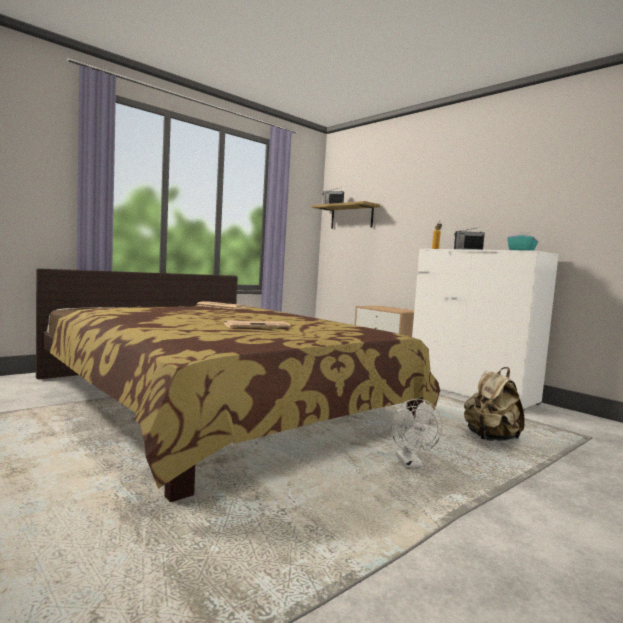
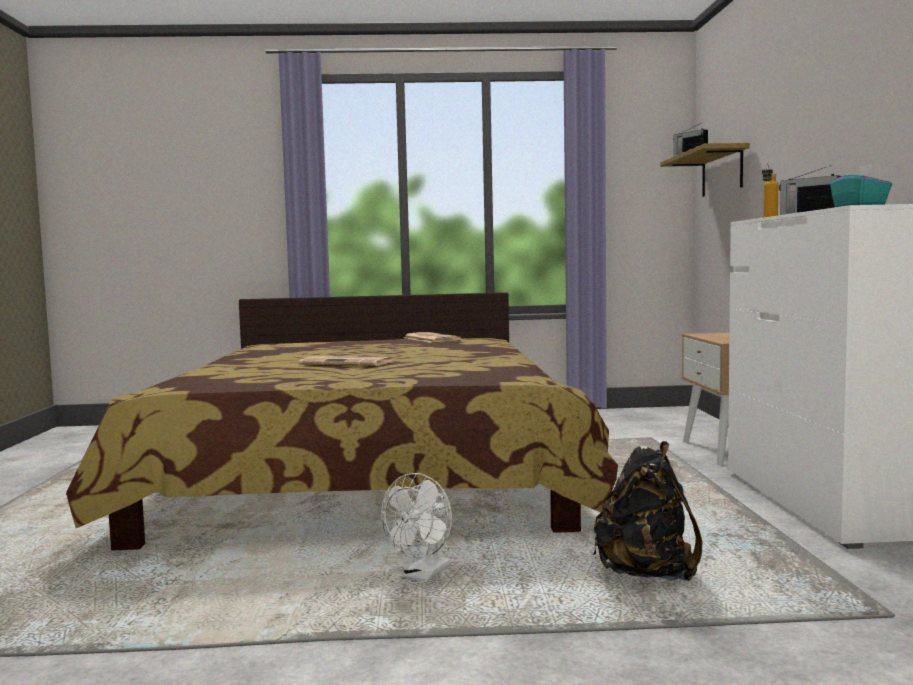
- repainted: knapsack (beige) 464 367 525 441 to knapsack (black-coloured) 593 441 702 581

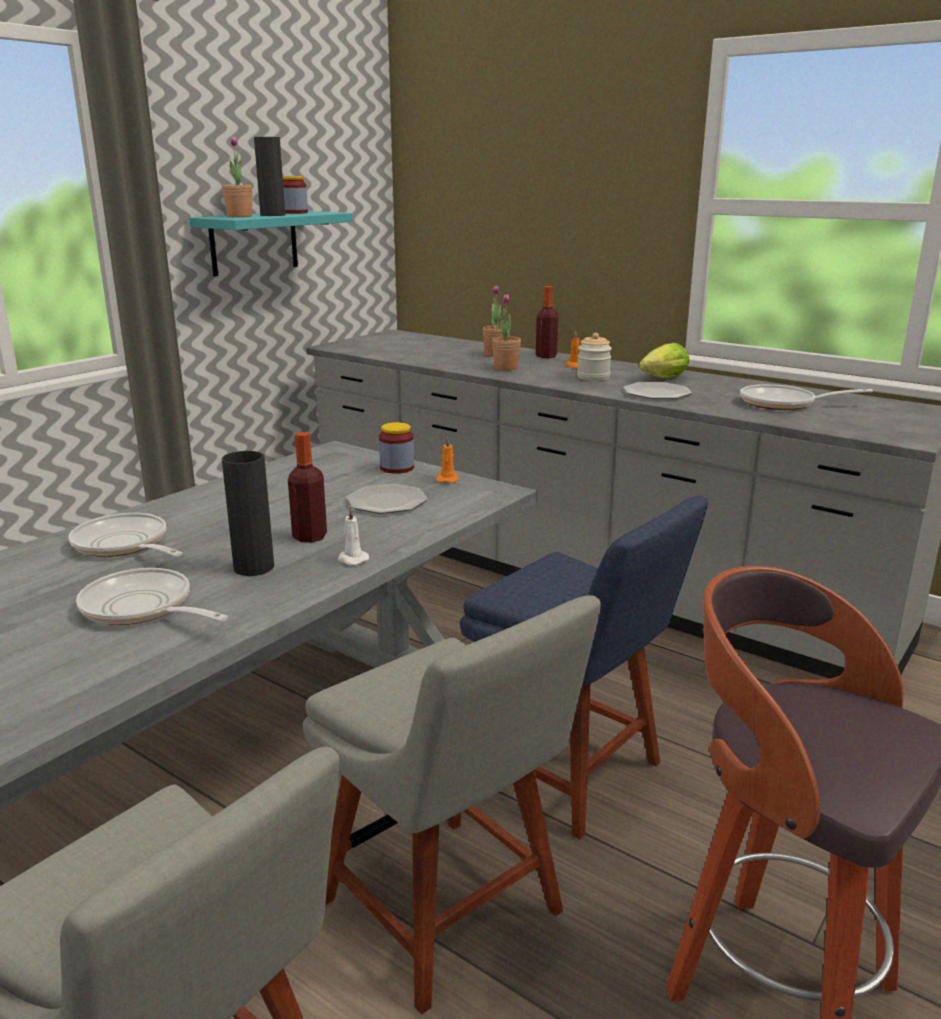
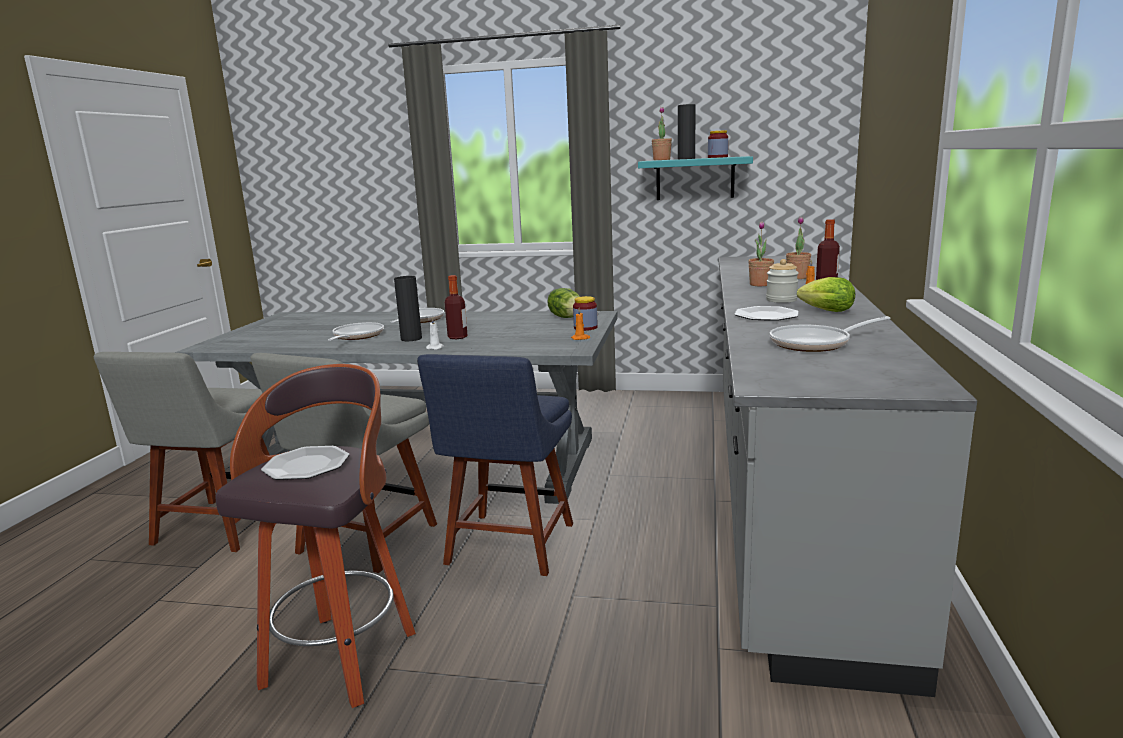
- rotated: pan 740 384 873 410 = 770 316 891 352 90 degrees counterclockwise
- shifted: dinner plate 346 484 428 514 to 261 446 349 480
- new: head of lettuce 547 288 580 318

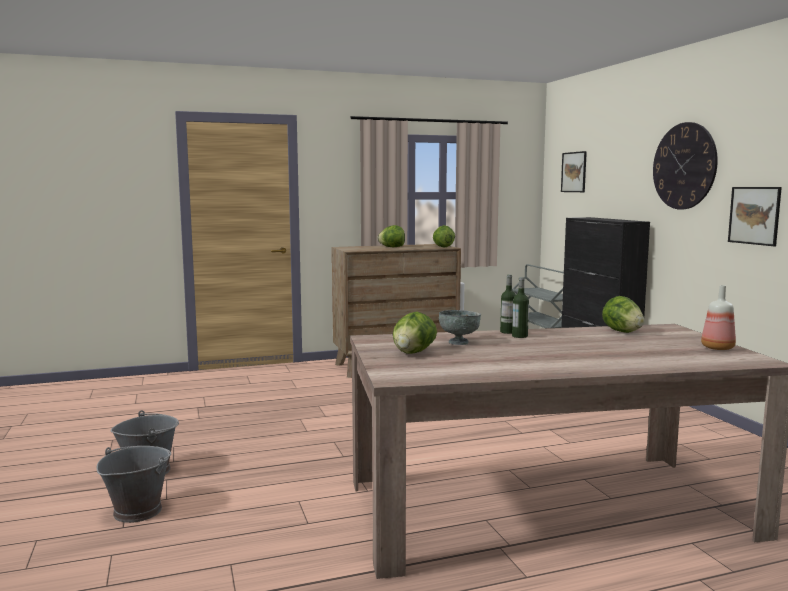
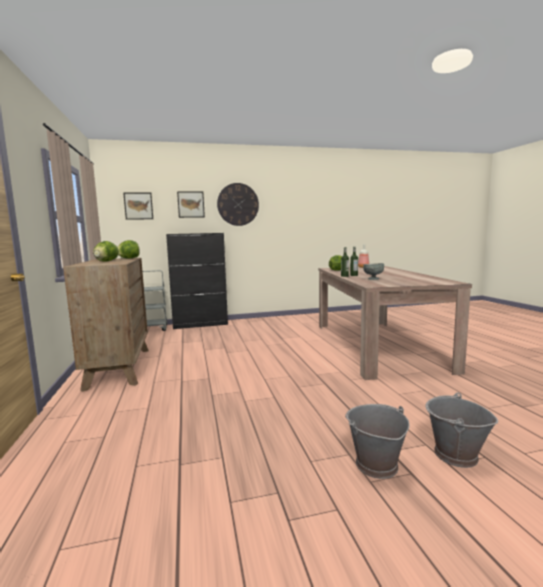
- shifted: wall art 728 187 782 246 to 177 191 205 218
- gone: head of lettuce 393 312 437 354

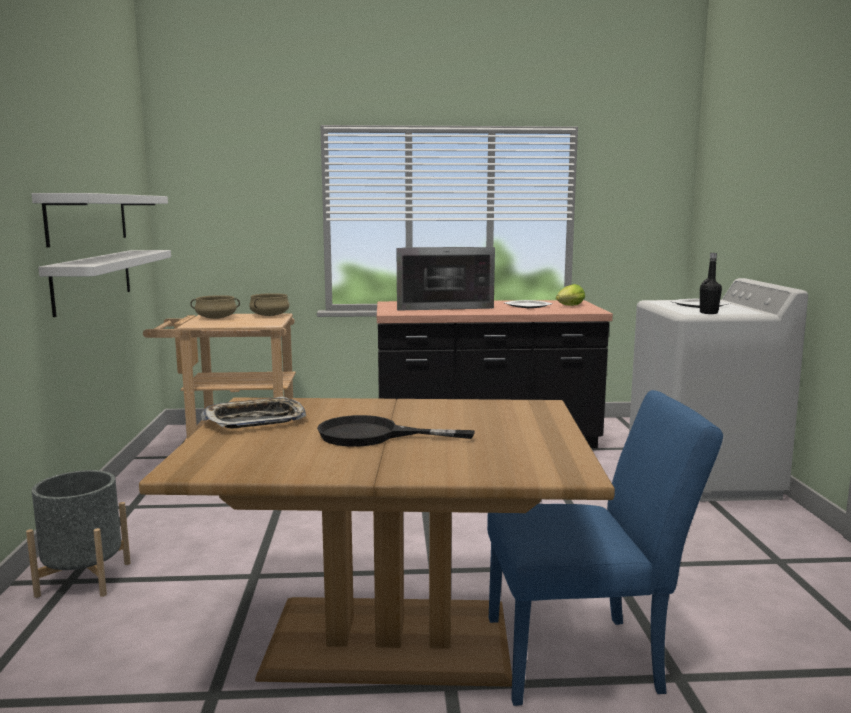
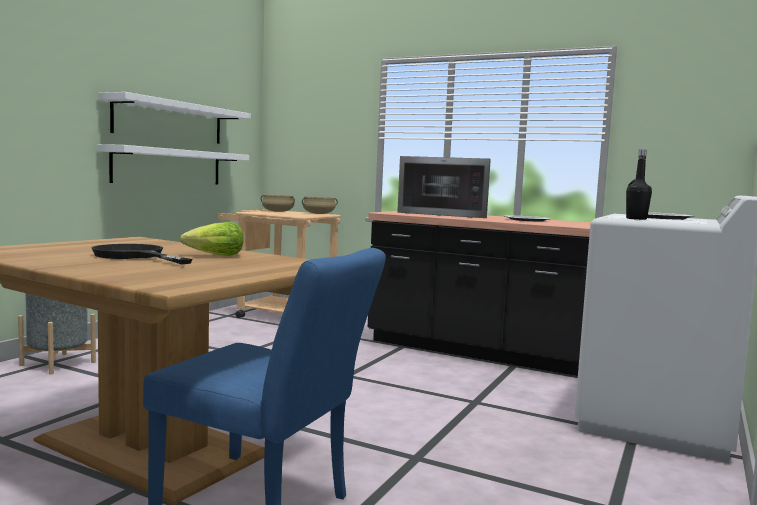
- shifted: head of lettuce 556 284 585 306 to 180 222 243 256
- gone: tray 200 397 306 428

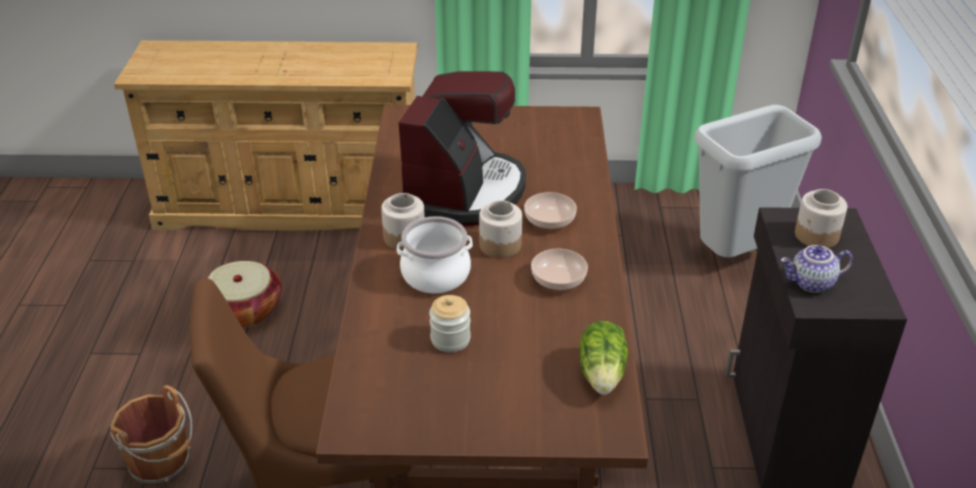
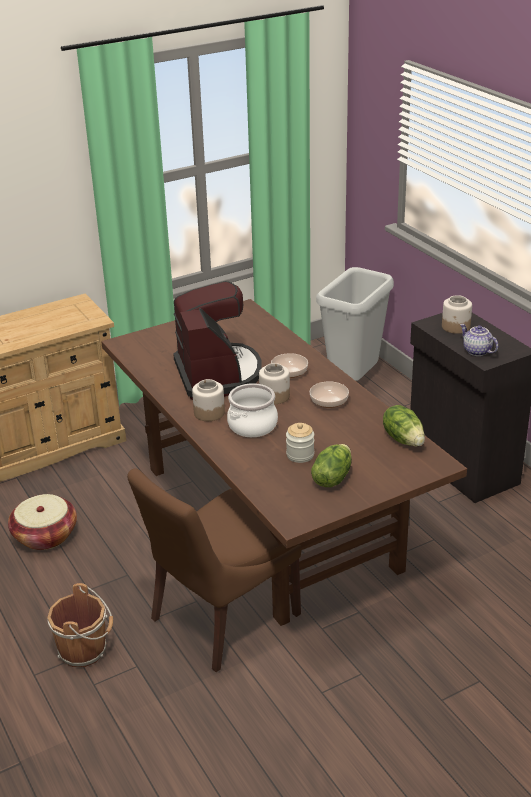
- rotated: pot for tea 781 245 853 293 = 460 324 498 356 90 degrees clockwise
- new: head of lettuce 311 444 352 487

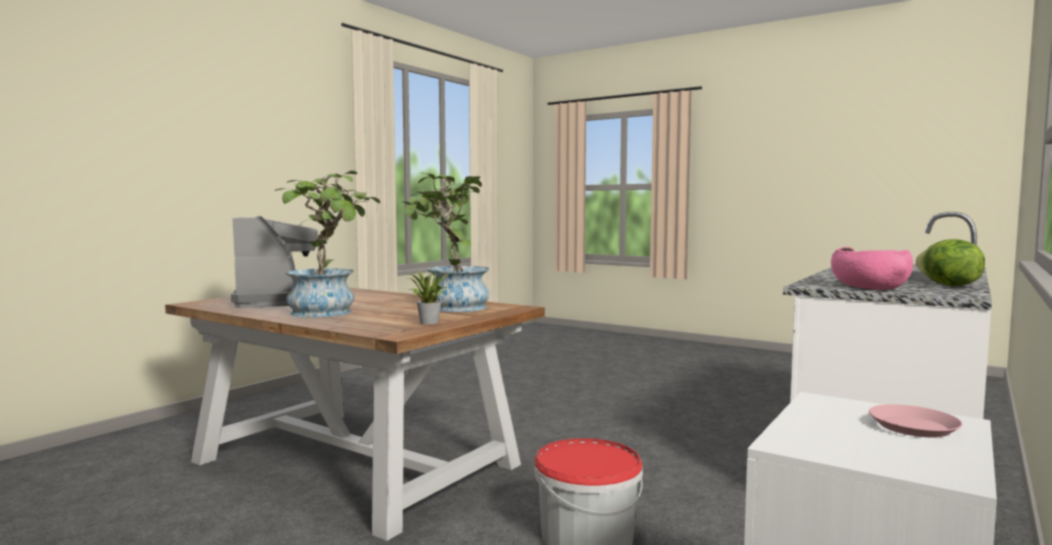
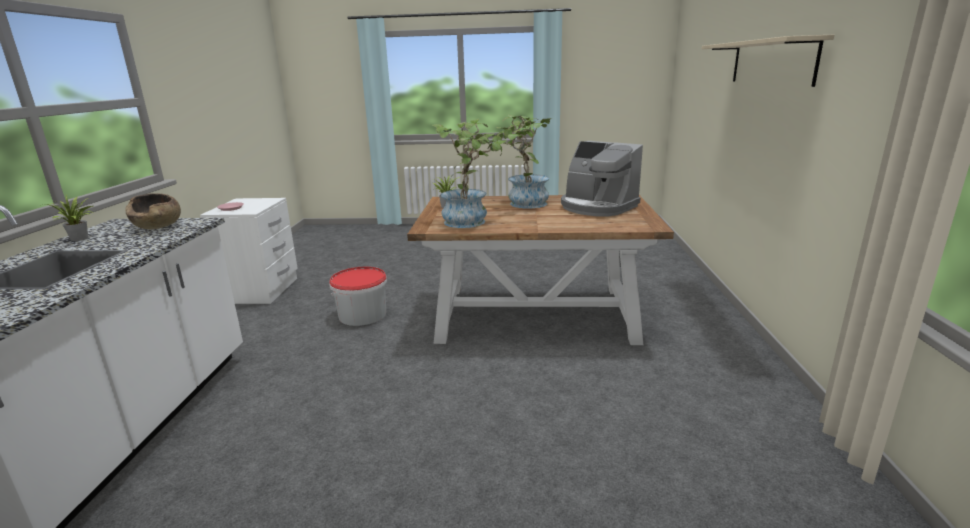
- swapped: head of lettuce 915 239 985 286 to potted plant 49 195 93 241
- repainted: serving bowl (pinkish) 831 247 913 290 to serving bowl (brown) 126 193 181 229
- new: bracket shelf (beige) 702 35 834 87

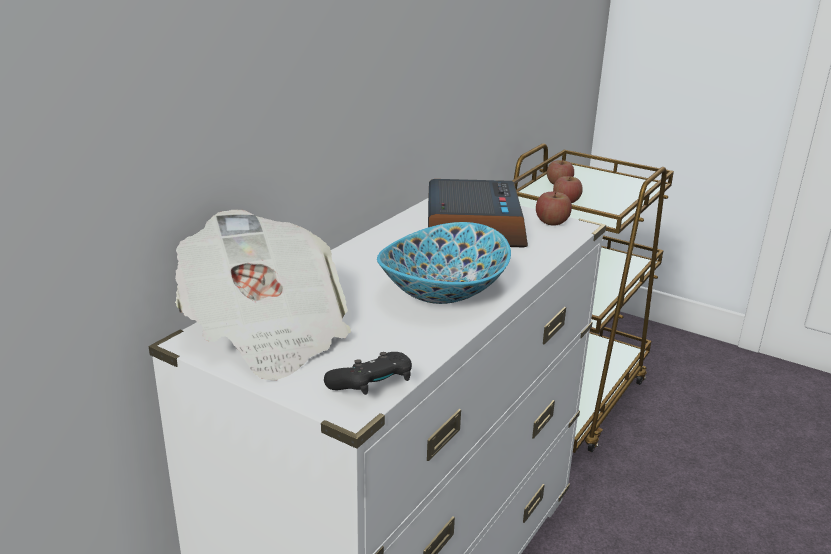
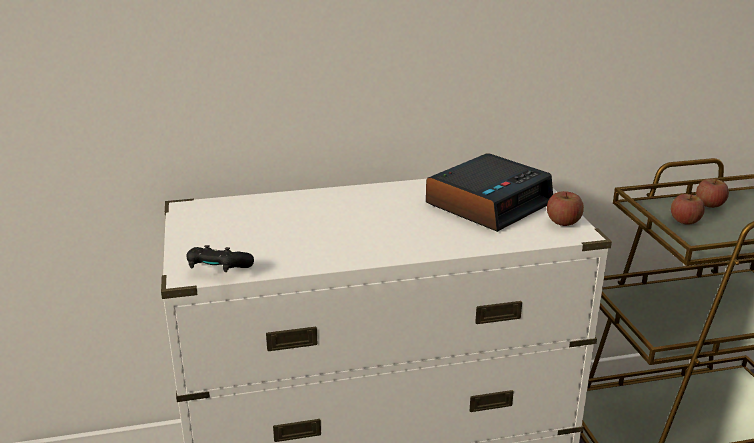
- gone: daily paper 175 210 351 381
- gone: serving bowl 377 222 511 304

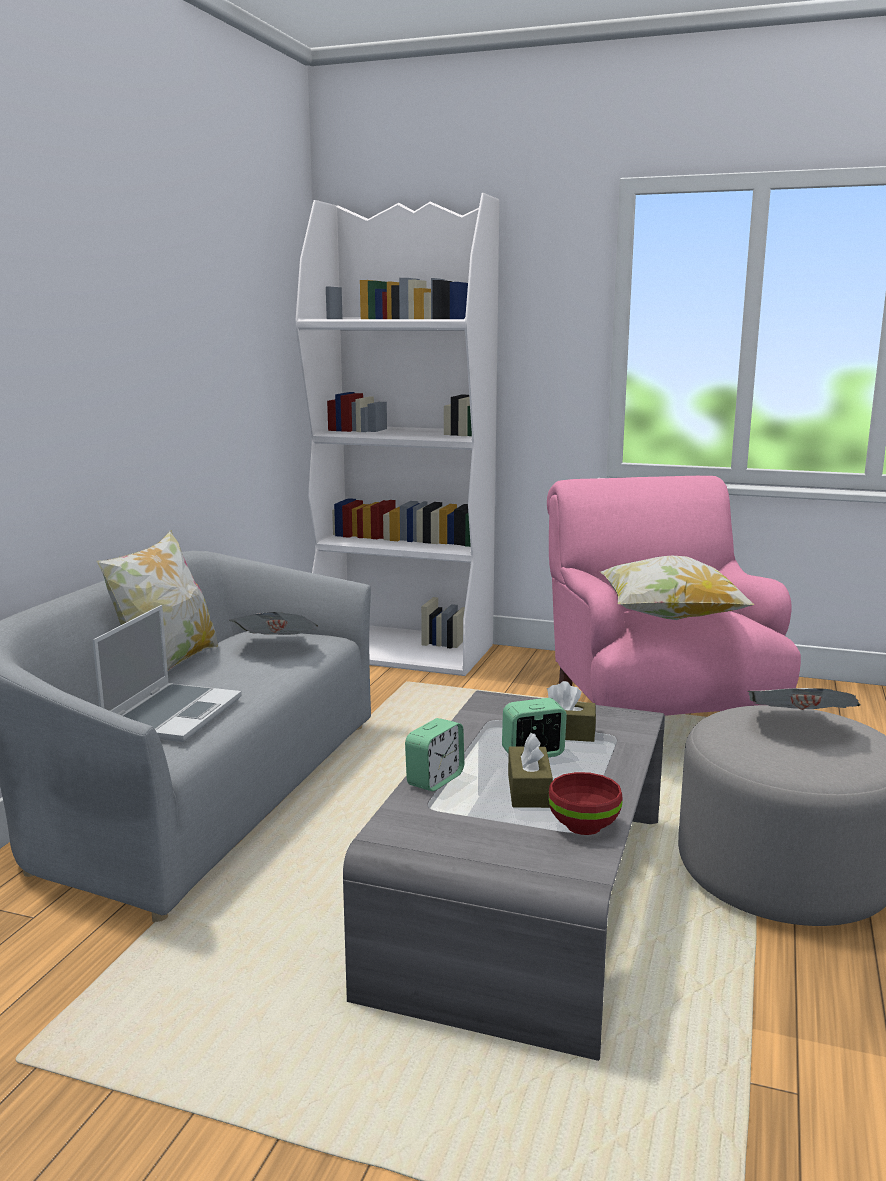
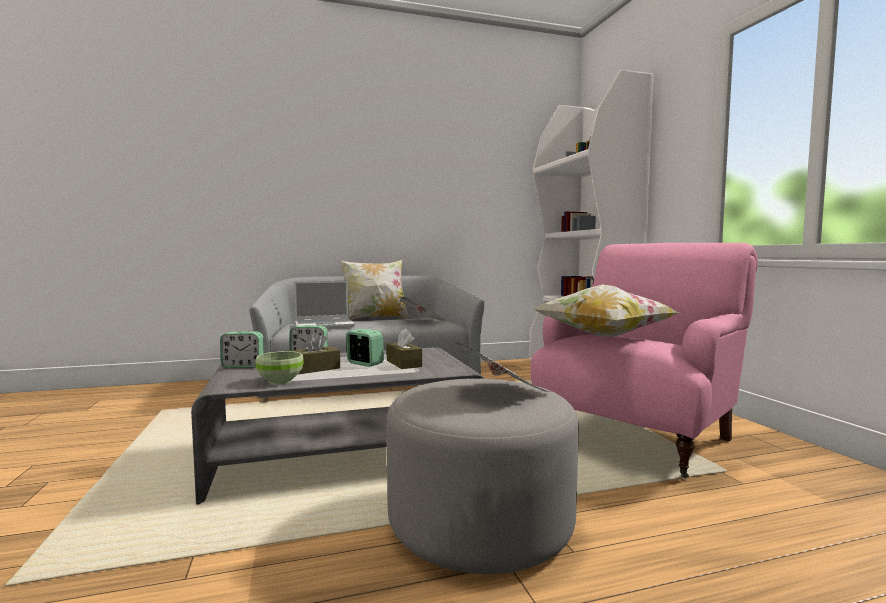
- repainted: serving bowl (reddish) 549 772 623 835 to serving bowl (green) 255 351 303 384
- new: alarm clock 220 331 264 368

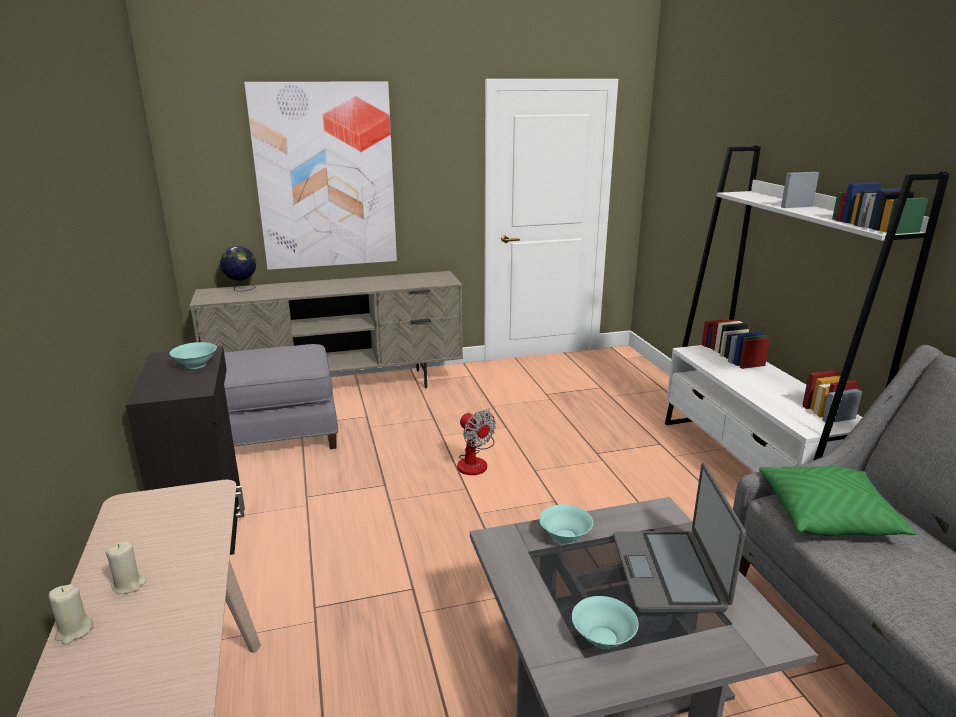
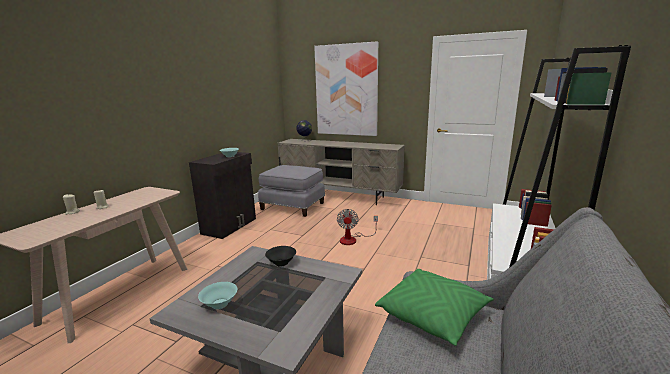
- gone: laptop 613 463 746 613
- repainted: serving bowl (blue-green) 539 505 593 544 to serving bowl (black-coloured) 265 246 296 266

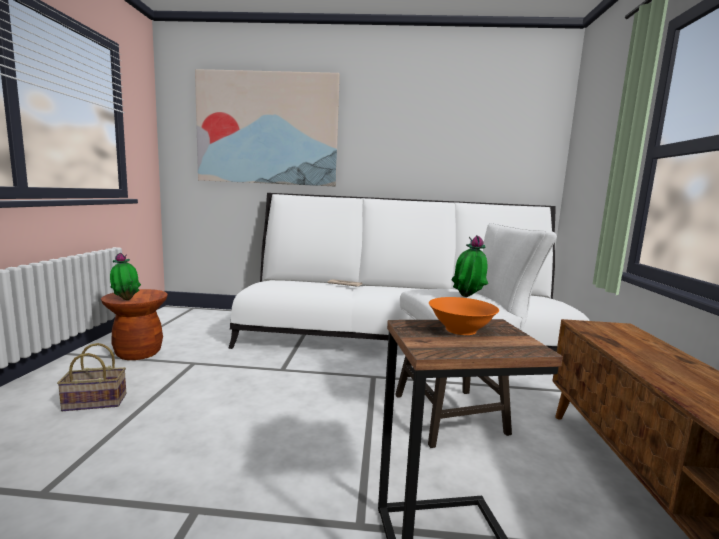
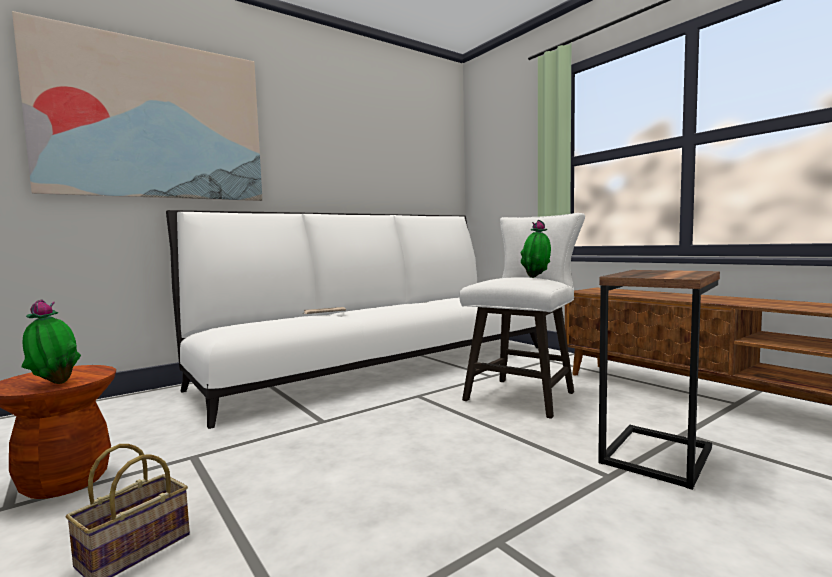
- gone: serving bowl (orangey) 429 297 499 335

